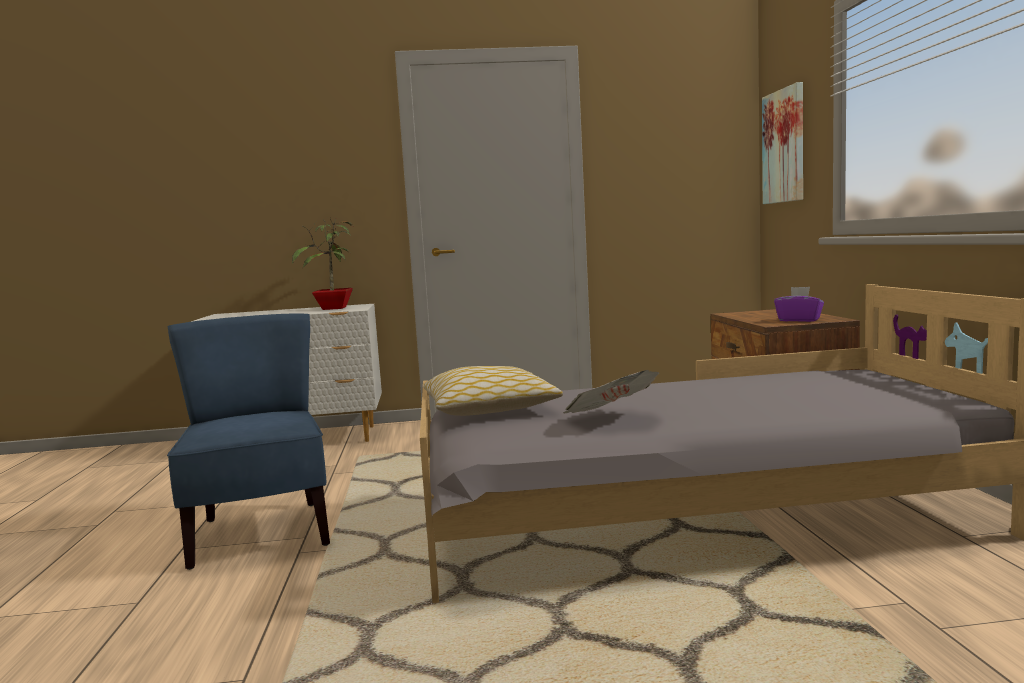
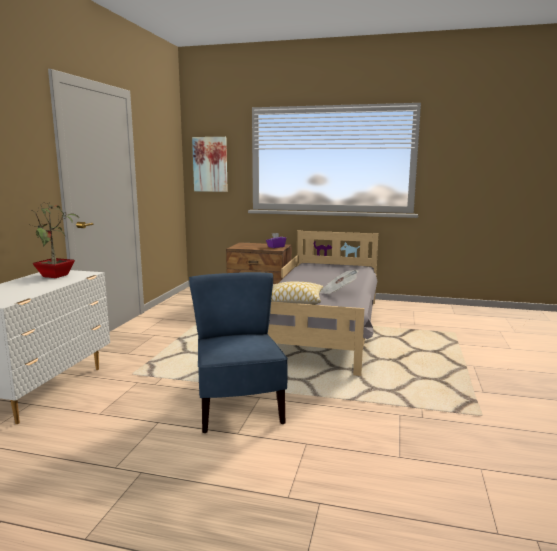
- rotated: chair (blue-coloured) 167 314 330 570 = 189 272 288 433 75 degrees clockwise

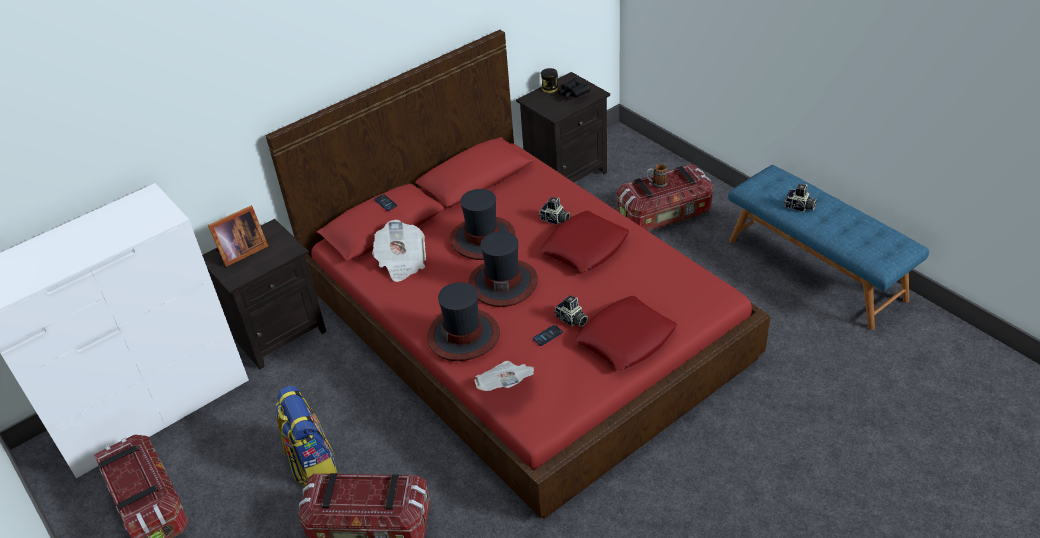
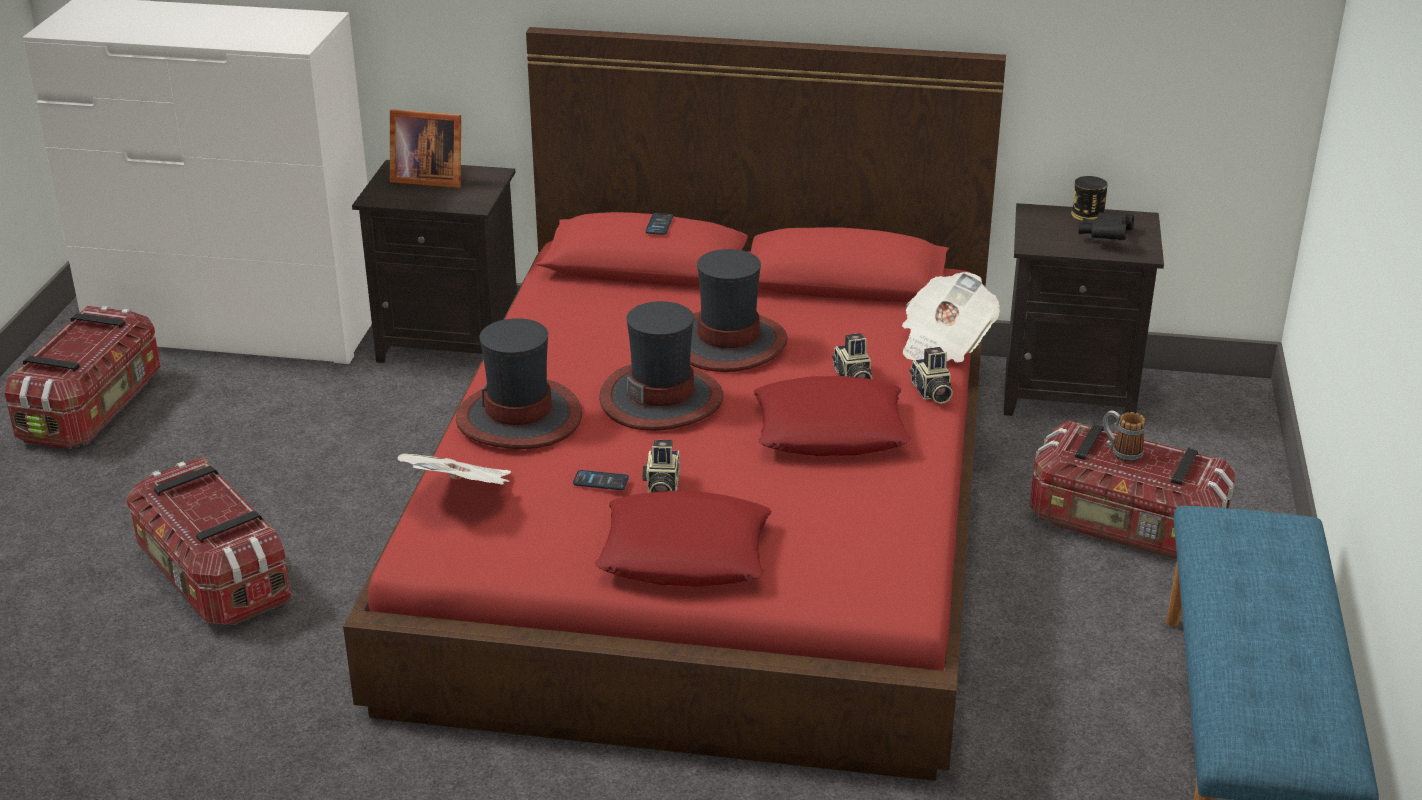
- shifted: still camera 784 184 817 212 to 909 347 953 404
- shifted: daily paper 372 220 426 282 to 902 272 1000 363
- gone: knapsack 276 386 337 487

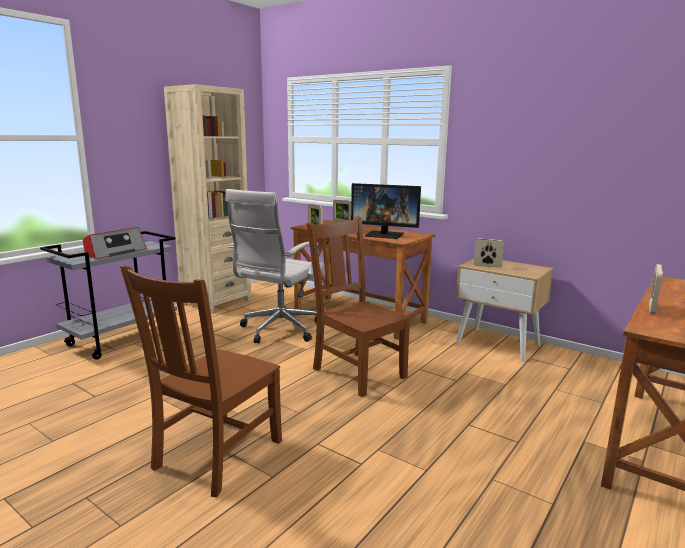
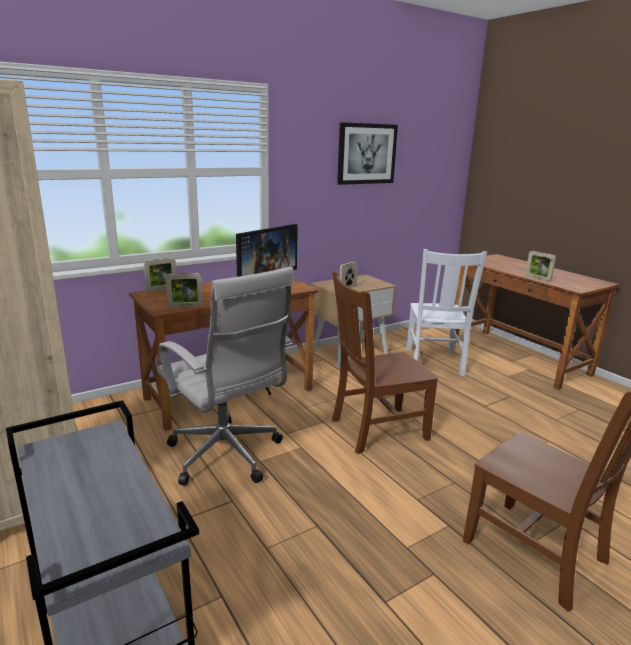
- gone: radio 83 227 146 259
- new: wall art 337 122 398 185
- new: chair (white-coloured) 406 249 487 376

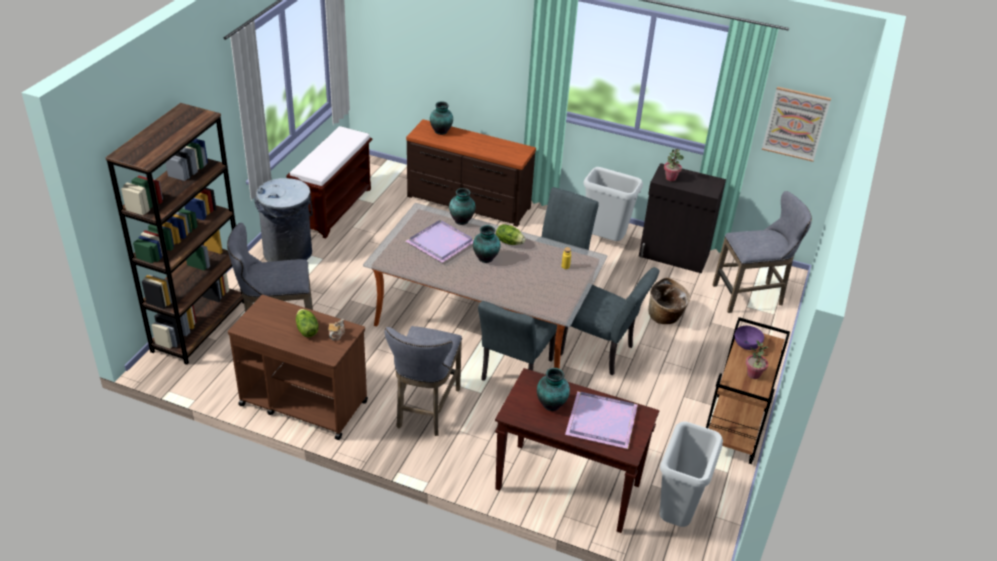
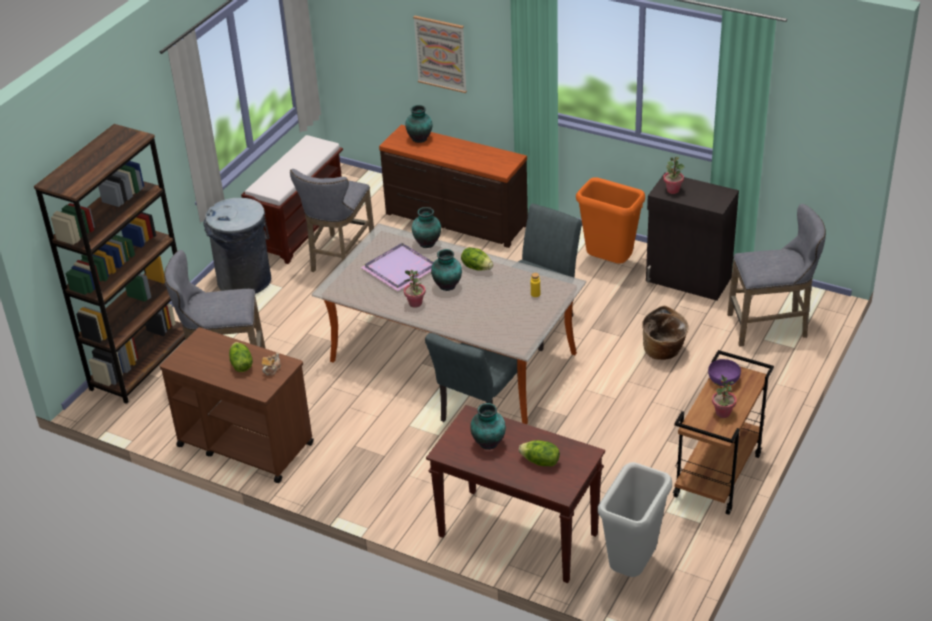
- shifted: wall art 762 87 831 162 to 413 16 467 93
- repainted: trash can (greyish) 583 167 643 241 to trash can (orangey) 576 177 645 264
- gone: chair (greyish) 561 267 659 375
- shifted: stool seat (greyish) 385 326 462 436 to 290 169 374 272
- swapped: tray (purple) 565 391 638 449 to head of lettuce 519 440 560 467
- new: potted plant 404 270 426 308

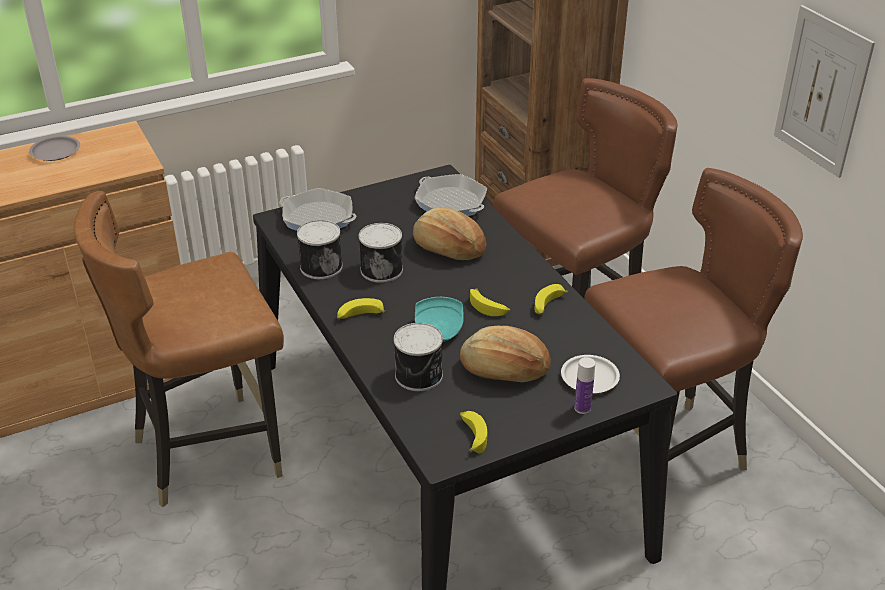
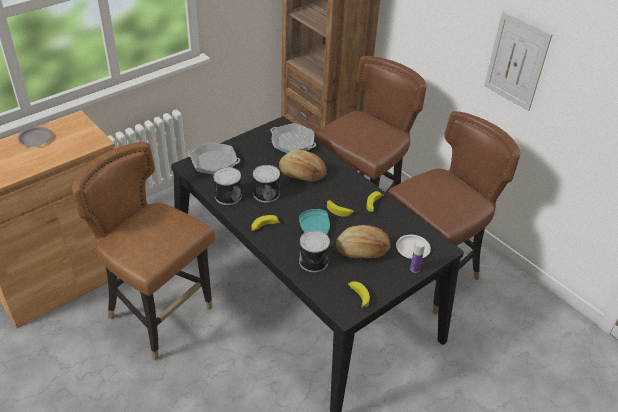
- rotated: chair (brown) 74 191 284 507 = 72 142 215 361 75 degrees clockwise

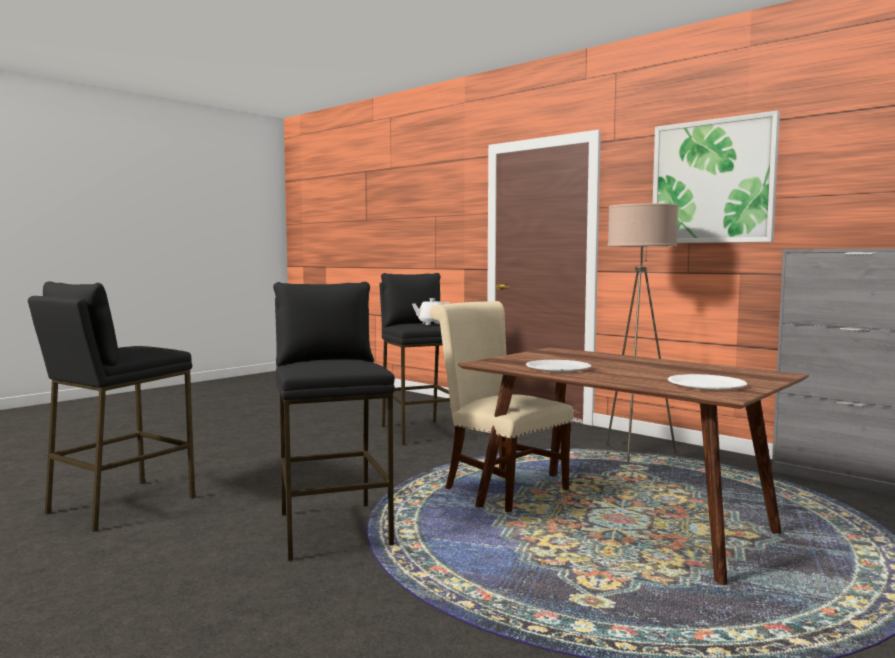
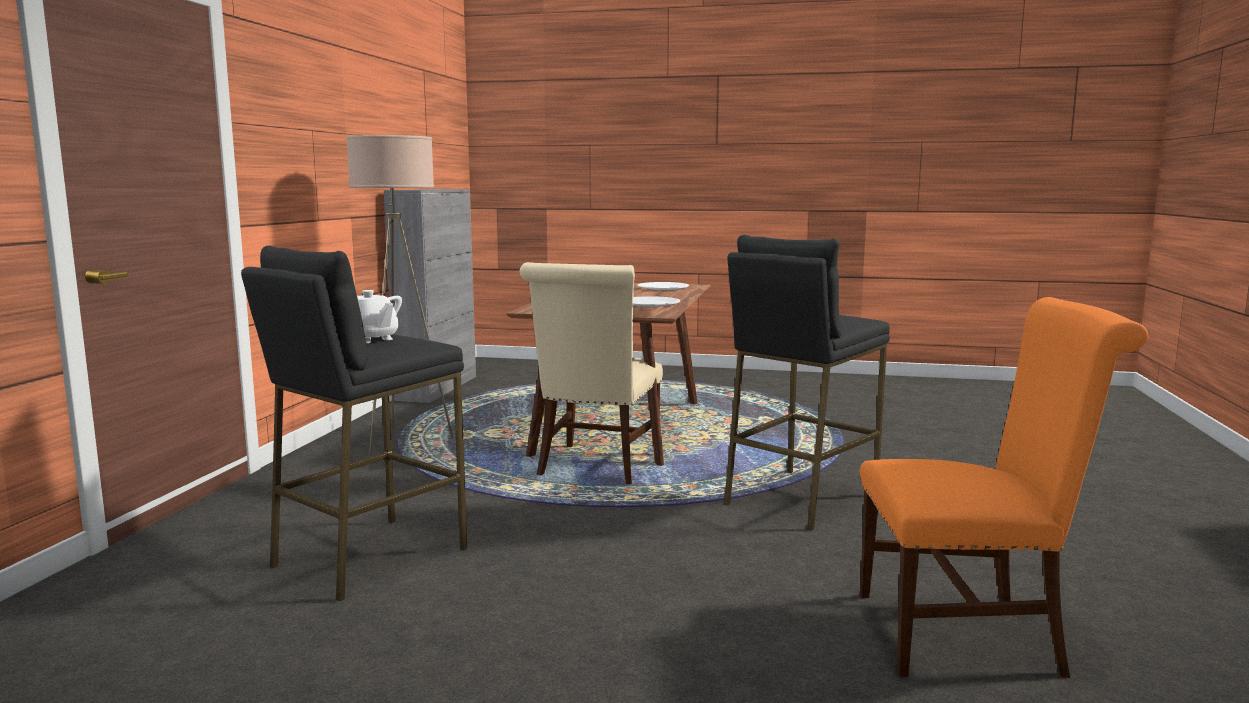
- gone: wall art 653 110 780 243
- swapped: stool seat (black-coloured) 28 281 195 532 to chair (orangey) 860 297 1148 678

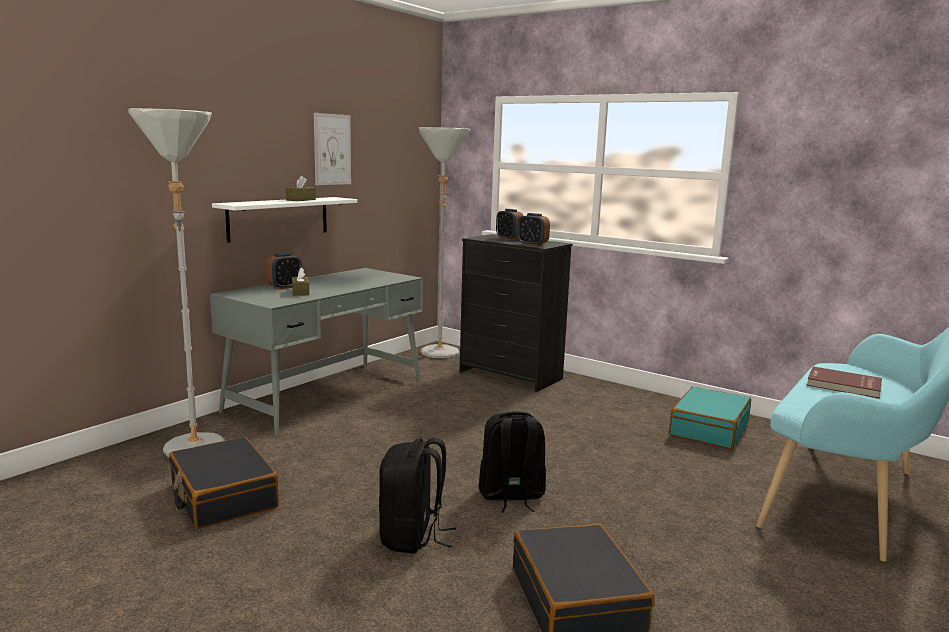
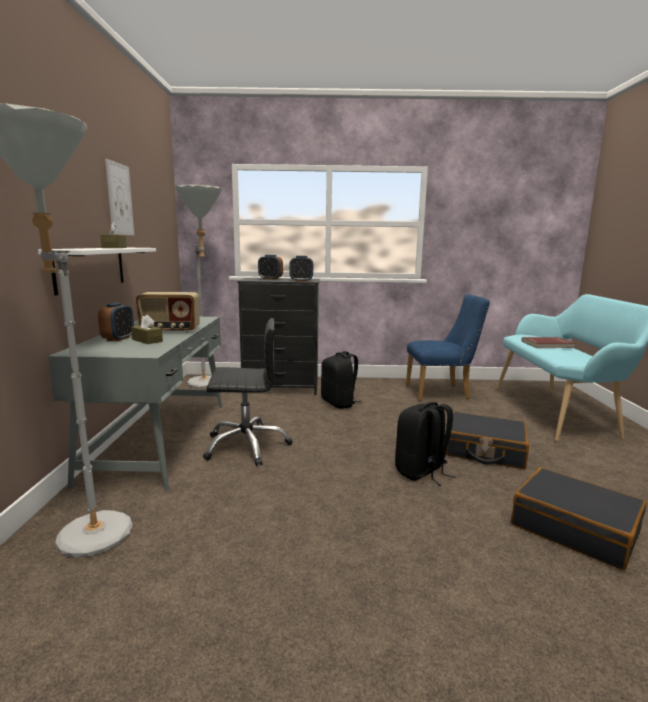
- swapped: piece of luggage (blue-green) 669 387 751 449 to chair (blue-coloured) 406 294 490 401
- shifted: piece of luggage (black-coloured) 169 437 279 529 to 446 412 529 469
- shifted: knapsack (black-coloured) 379 438 456 554 to 321 351 362 409
- new: radio 136 292 200 333
- new: computer chair (black-coloured) 203 318 293 466

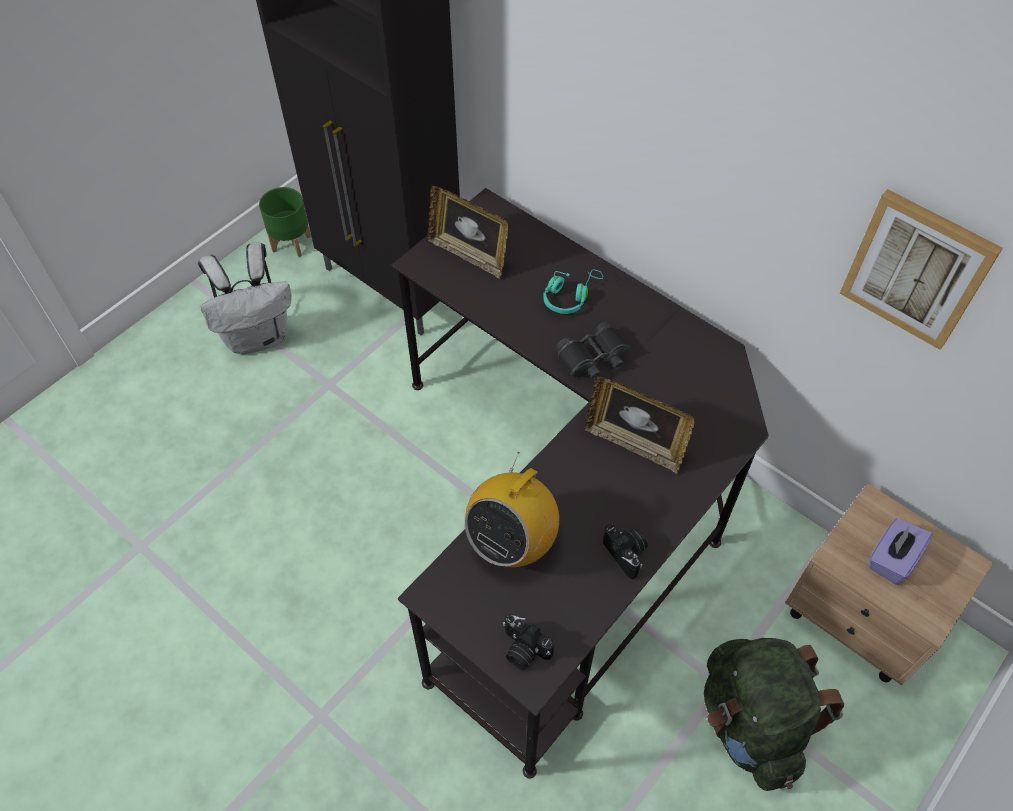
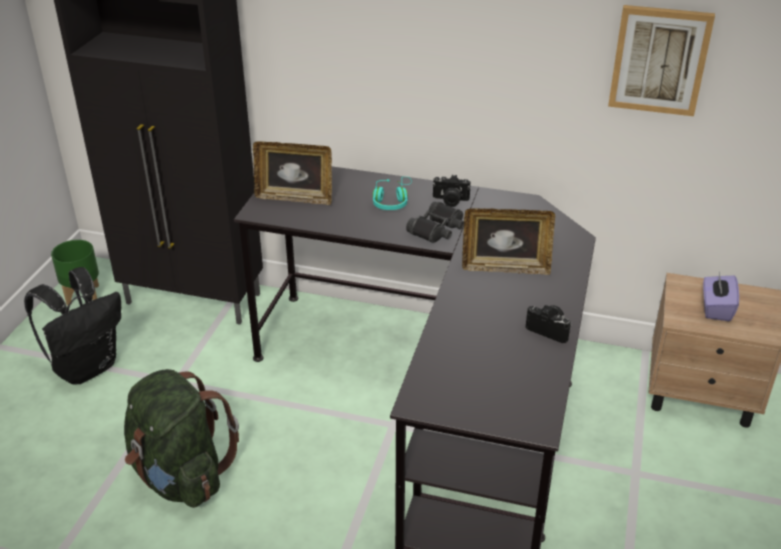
- repainted: knapsack (white-coloured) 198 242 291 354 to knapsack (black-coloured) 24 267 121 384
- gone: radio 465 452 559 567
- shifted: still camera 503 615 554 670 to 432 175 470 207
- shifted: knapsack (green) 704 638 844 791 to 124 369 239 508

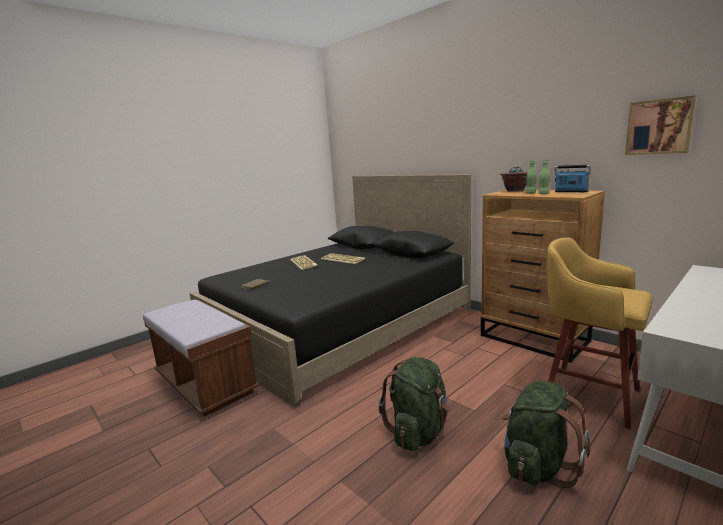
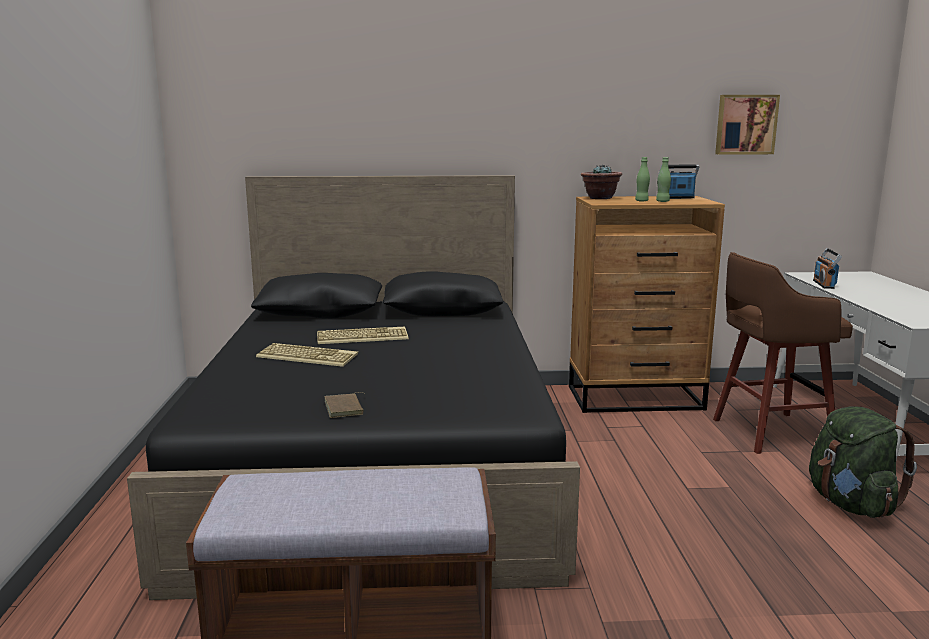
- repainted: stool seat (yellowish) 546 237 653 429 to stool seat (brown) 713 252 853 454
- gone: knapsack (green) 379 357 451 451
- new: radio 813 248 842 289

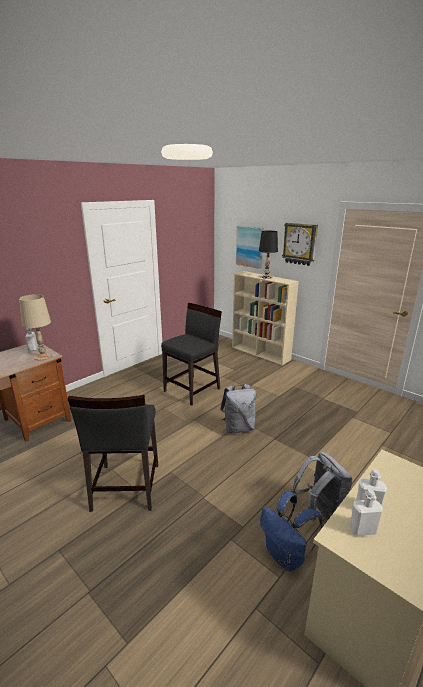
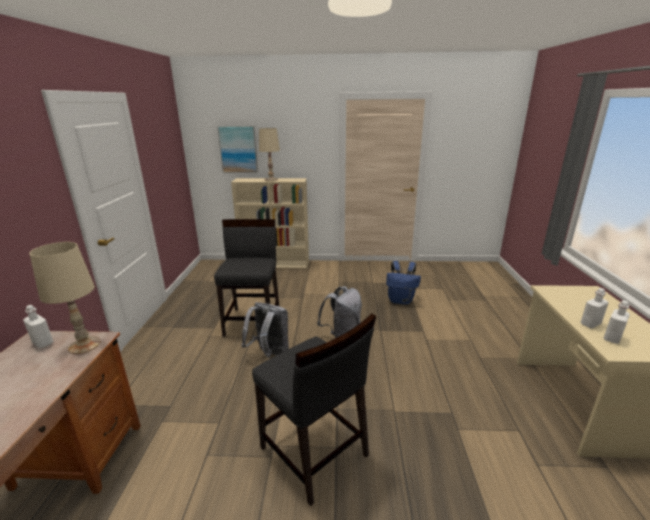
- gone: clock on the wall 282 223 318 266
- repainted: lamp for a table (black-coloured) 259 231 278 279 to lamp for a table (beige) 259 128 280 181
- shifted: knapsack (greyish) 291 451 353 521 to 242 302 289 358
- shifted: knapsack (blue-coloured) 260 491 323 571 to 386 261 421 304

